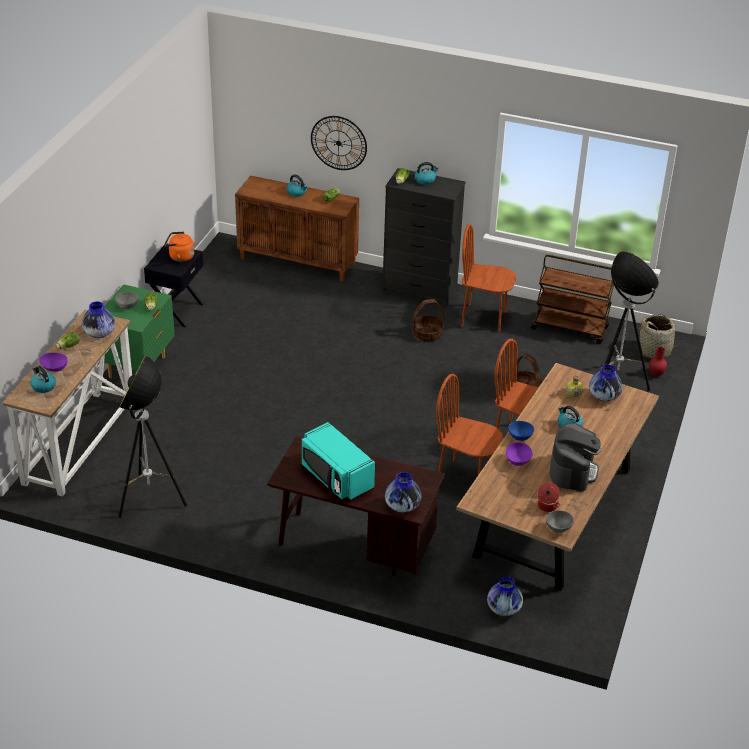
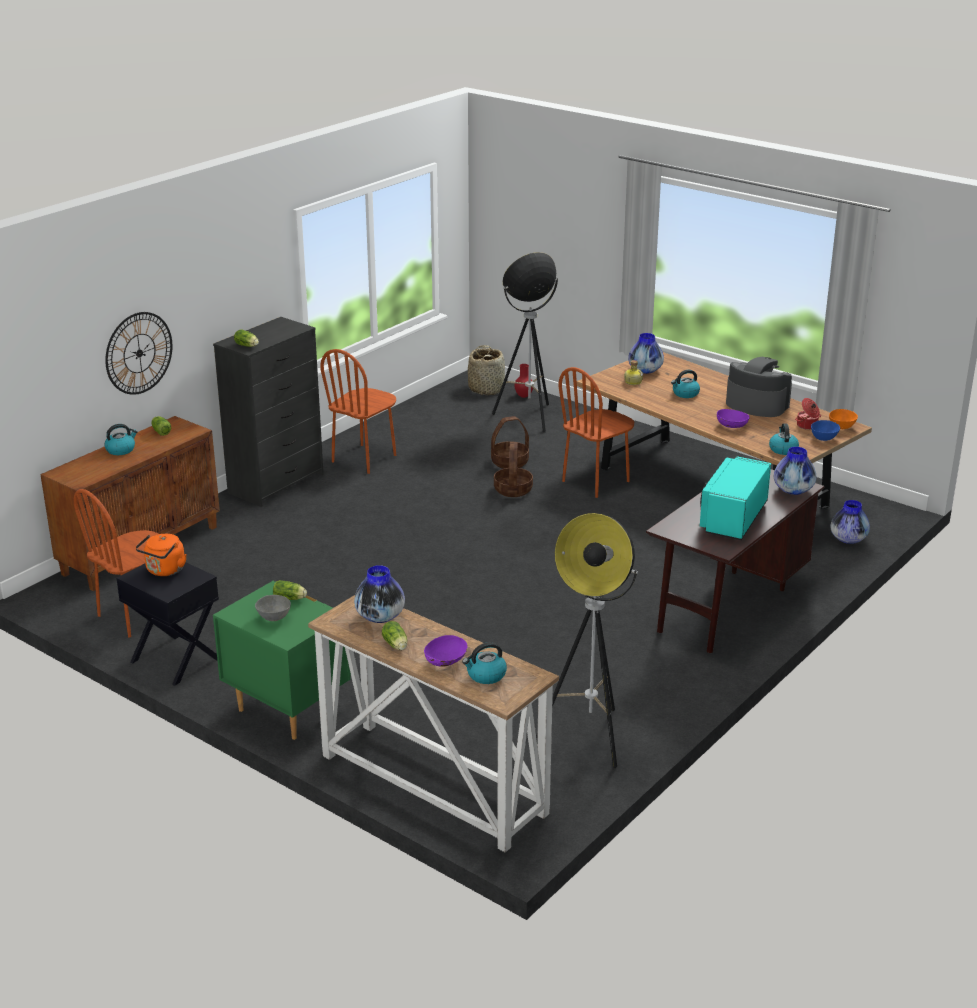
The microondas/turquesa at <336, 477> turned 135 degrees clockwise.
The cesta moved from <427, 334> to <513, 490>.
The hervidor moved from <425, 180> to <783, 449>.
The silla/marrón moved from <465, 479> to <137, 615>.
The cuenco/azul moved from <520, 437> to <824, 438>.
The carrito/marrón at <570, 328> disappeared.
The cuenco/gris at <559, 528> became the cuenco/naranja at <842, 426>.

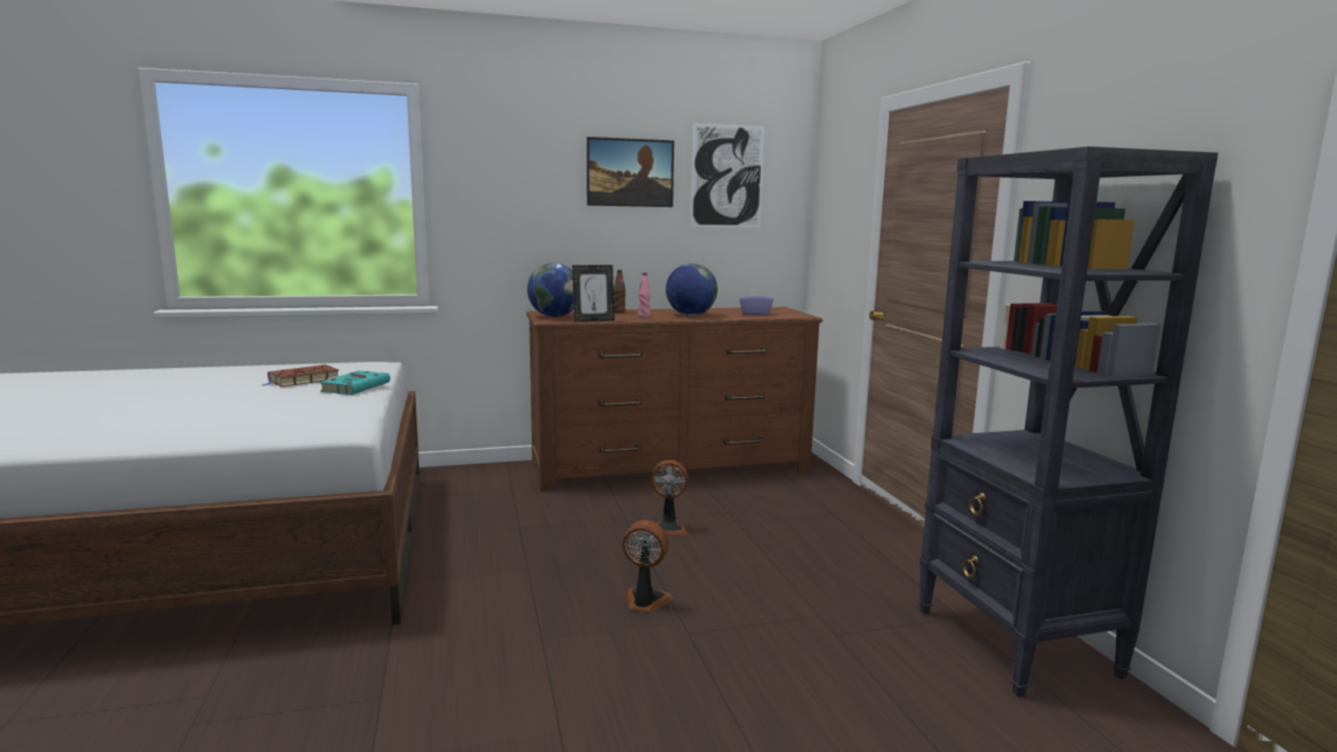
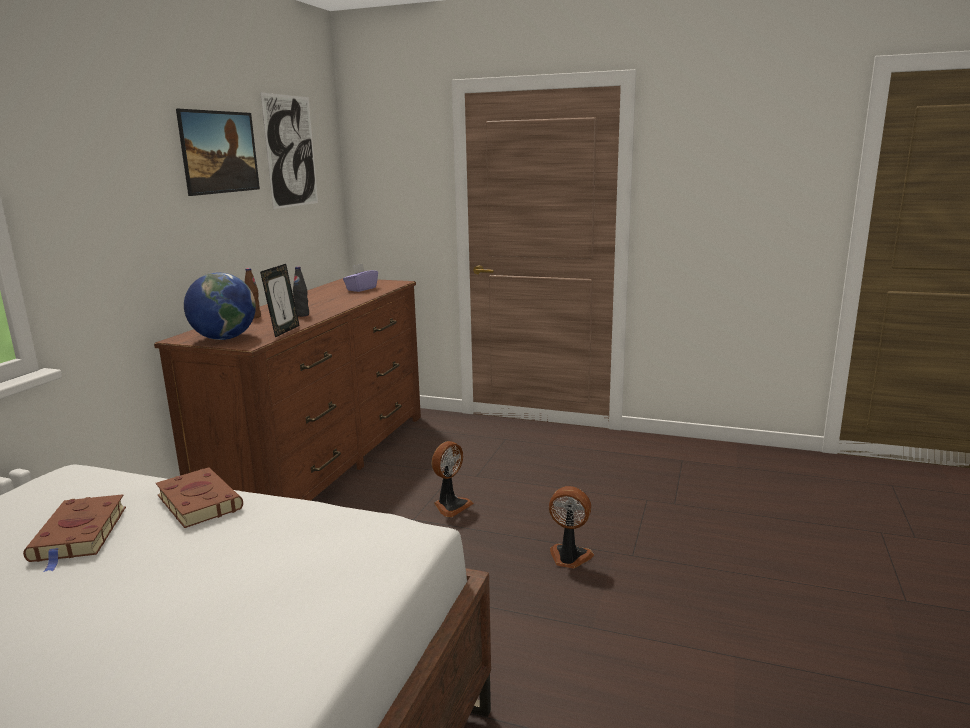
The libro/turquesa at <357, 387> became the libro/marrón at <197, 501>.
The ventilador at <645, 602> turned 60 degrees clockwise.
The botella/rosa at <644, 317> became the botella/negro at <302, 315>.
The globo terráqueo at <690, 315> disappeared.
The estantería/negro at <1016, 643> disappeared.

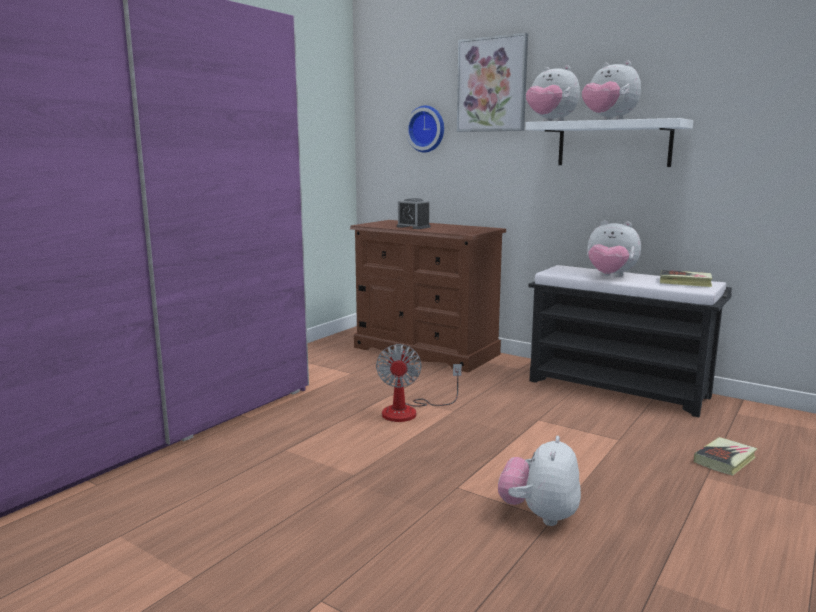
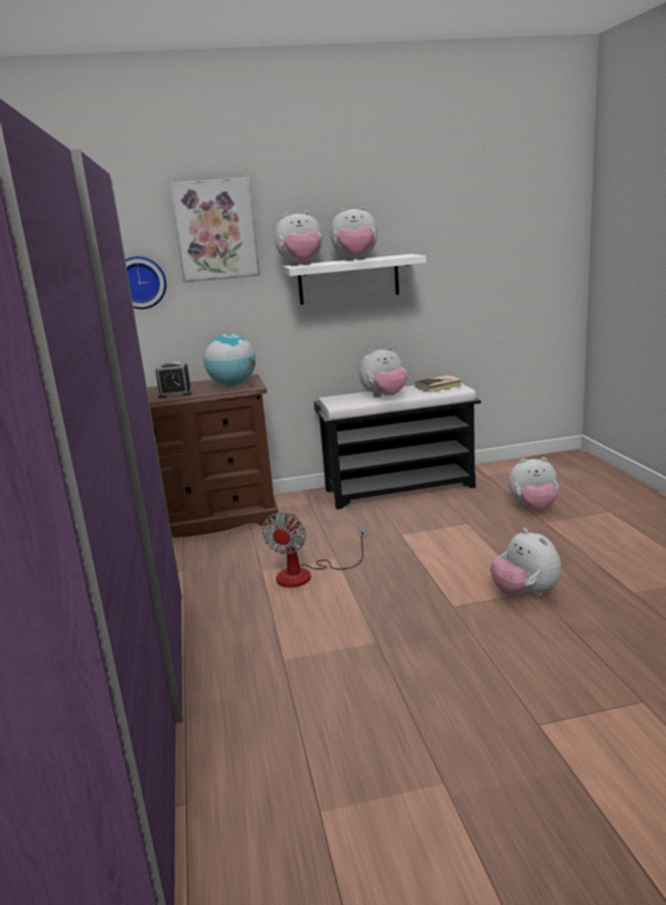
The ventilador at <410, 411> turned 60 degrees clockwise.
The libro at <725, 460> was replaced by the peluche at <534, 507>.
The globo terráqueo at <232, 385> appeared.

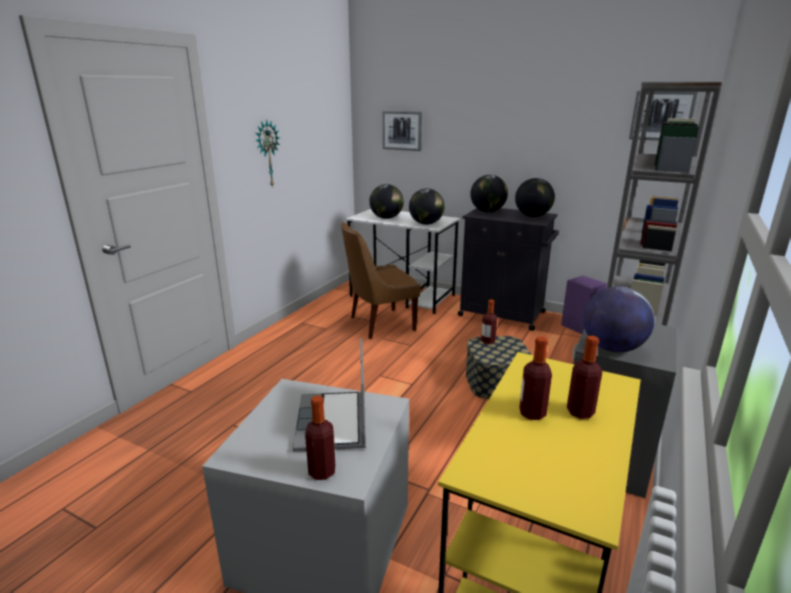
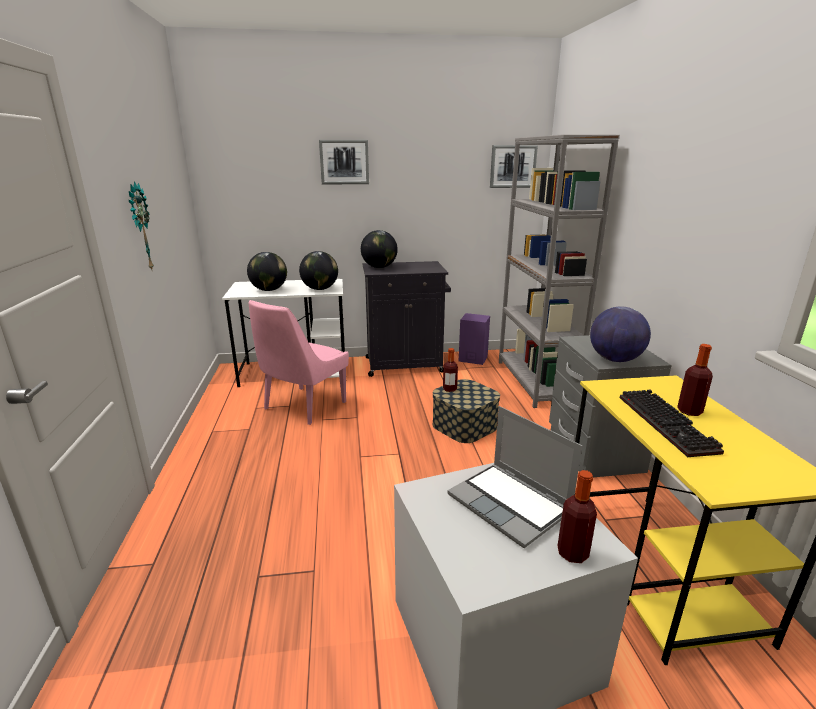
The silla/marrón at <379, 324> became the silla/rosa at <303, 406>.
The cuadro moved from <402, 130> to <344, 162>.
The globo terráqueo at <532, 216> disappeared.
The botella at <532, 413> was replaced by the teclado at <669, 424>.

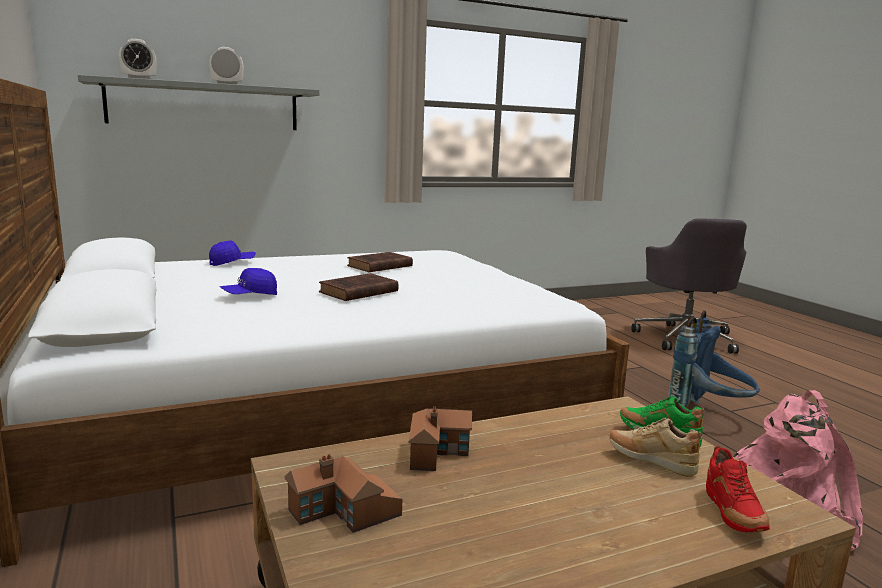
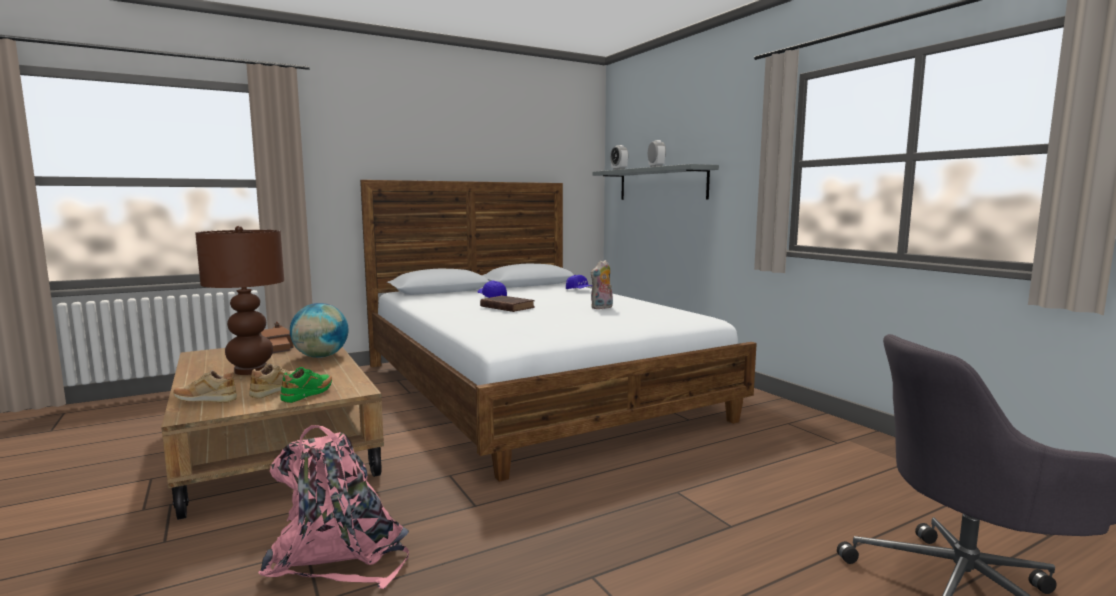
The libro/marrón at <378, 266> was replaced by the peluche at <602, 308>.
The casita at <439, 451> was replaced by the globo terráqueo at <321, 356>.
The mochila/azul at <708, 416> disappeared.
The zapato/rojo at <732, 515> became the zapato/beis at <206, 401>.
The lámpara de mesa/marrón at <250, 370> appeared.

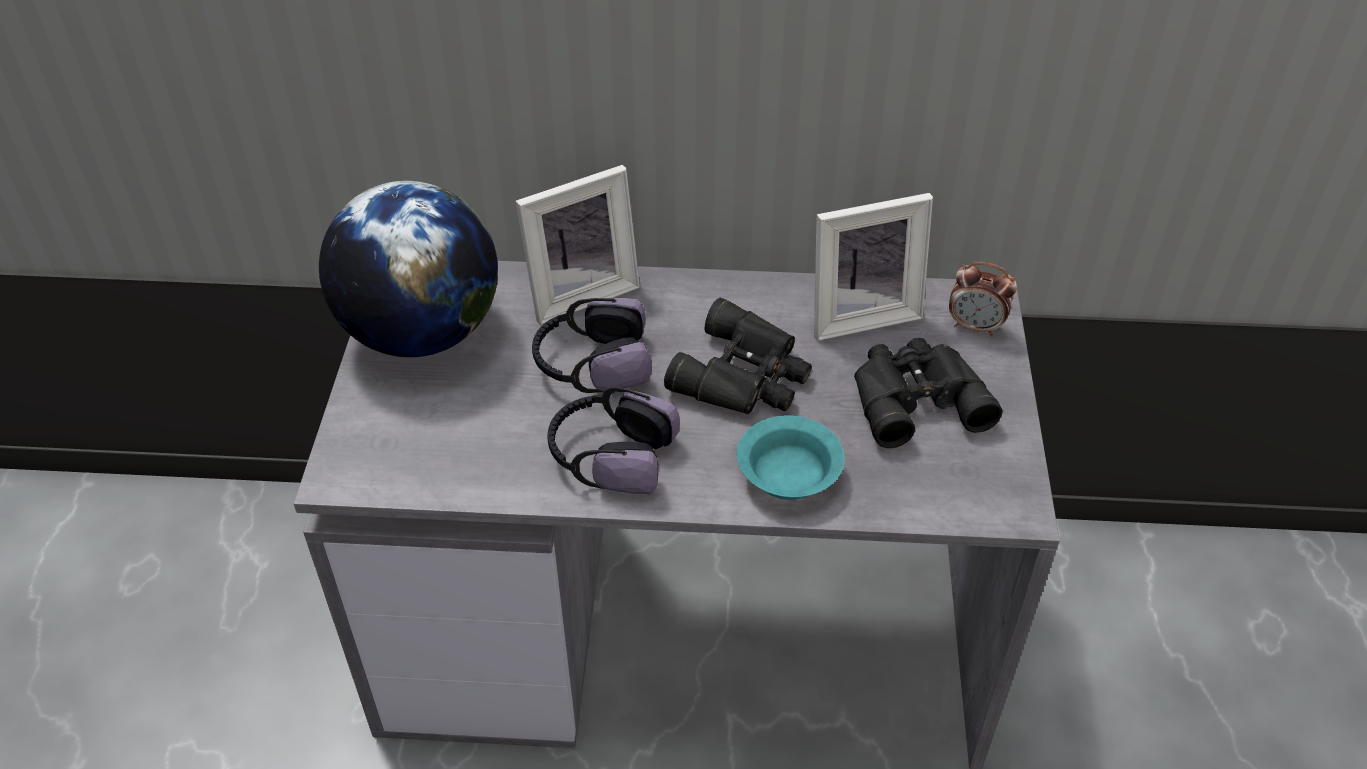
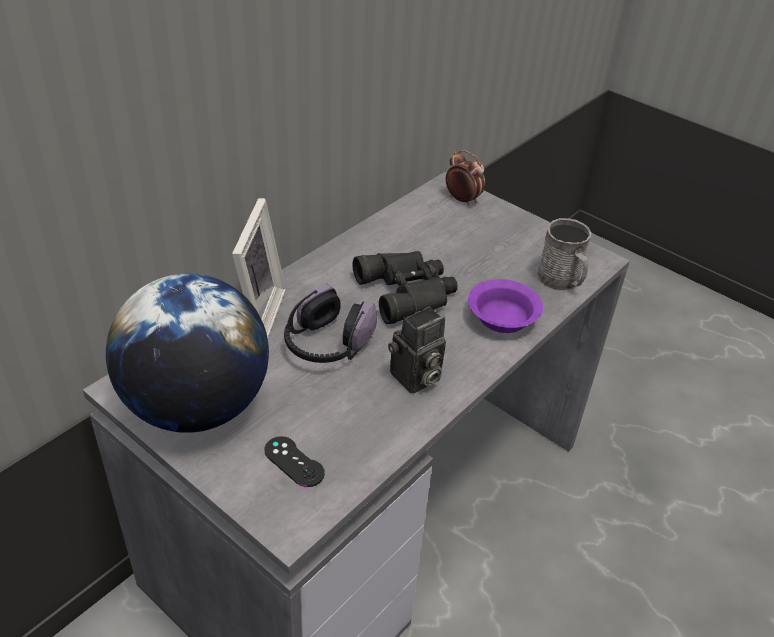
The auriculares at <610, 456> was replaced by the cámara at <415, 379>.
The cuenco/turquesa at <788, 473> became the cuenco/morado at <501, 318>.
The portarretratos at <860, 313> disappeared.
The prismáticos/negro at <914, 397> disappeared.
The despertador at <975, 326> turned 105 degrees counterclockwise.
The mando de consola/negro at <294, 461> appeared.
The taza grande/gris at <562, 281> appeared.

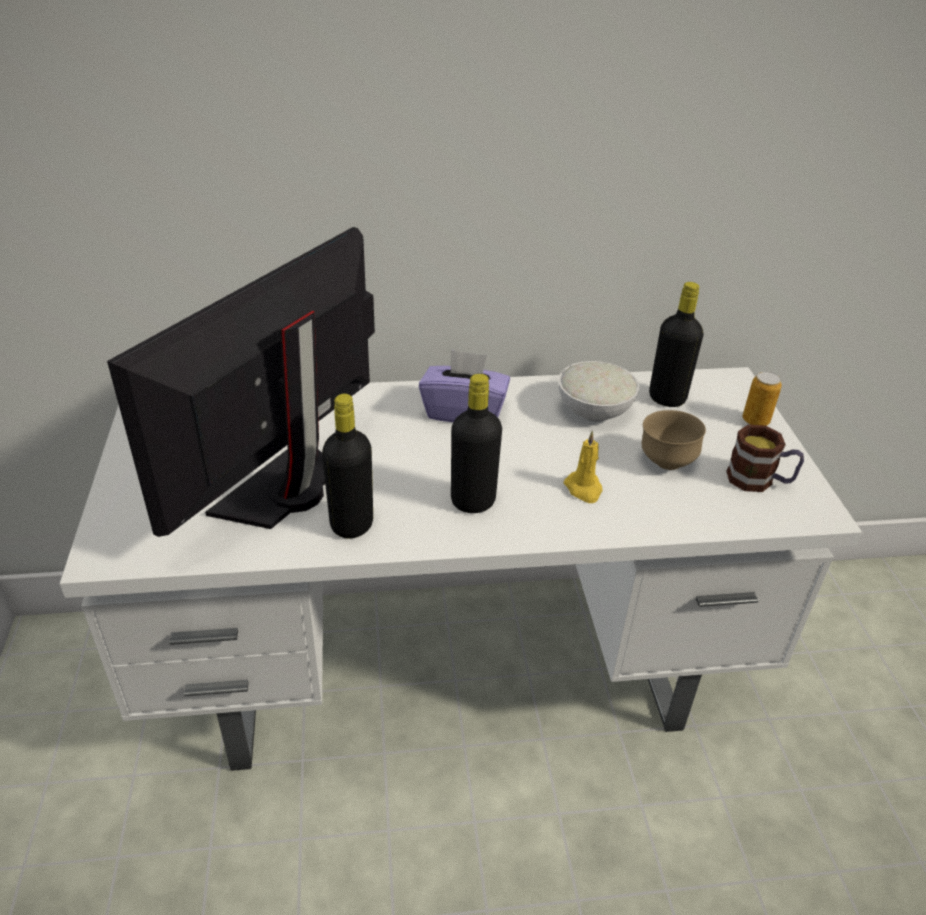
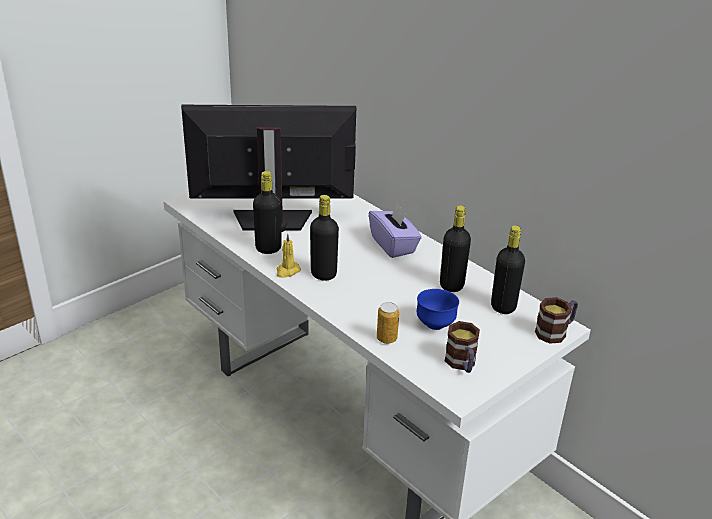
The cuenco/blanco at <594, 411> was replaced by the botella/negro at <451, 285>.
The vela/amarillo moved from <584, 489> to <287, 271>.
The cuenco/marrón at <666, 462> became the cuenco/azul at <435, 324>.
The lata moved from <755, 421> to <386, 338>.
The taza grande at <555, 331> appeared.

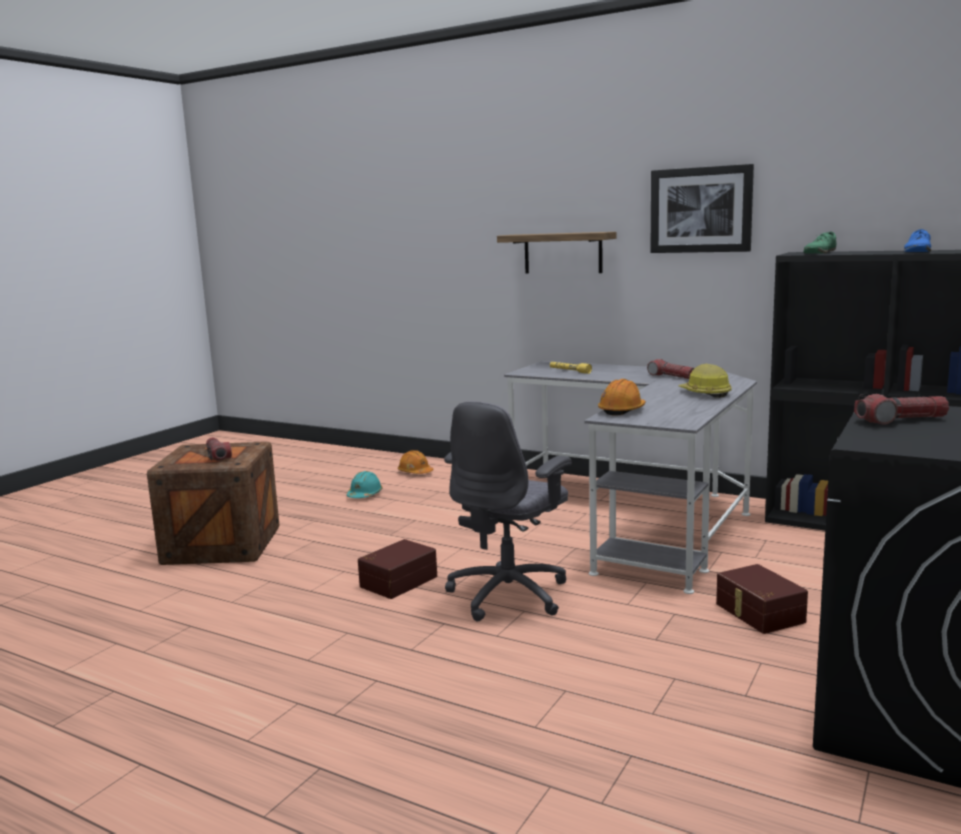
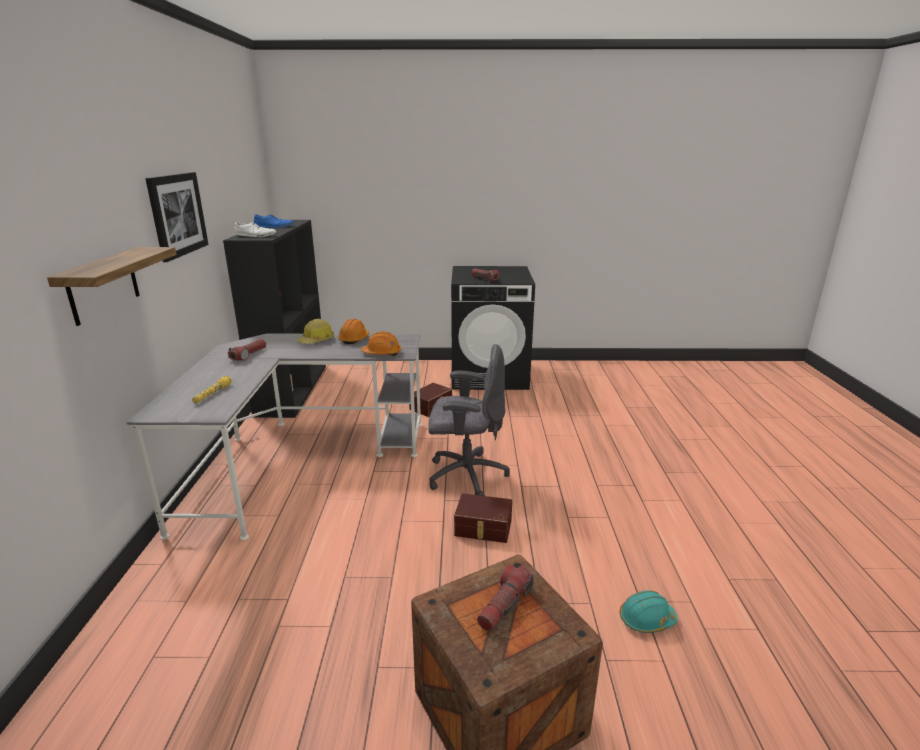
The casco/turquesa moved from <365, 495> to <646, 620>.
The casco/naranja moved from <415, 472> to <354, 339>.
The zapato/verde at <820, 252> became the zapato/blanco at <255, 236>.

